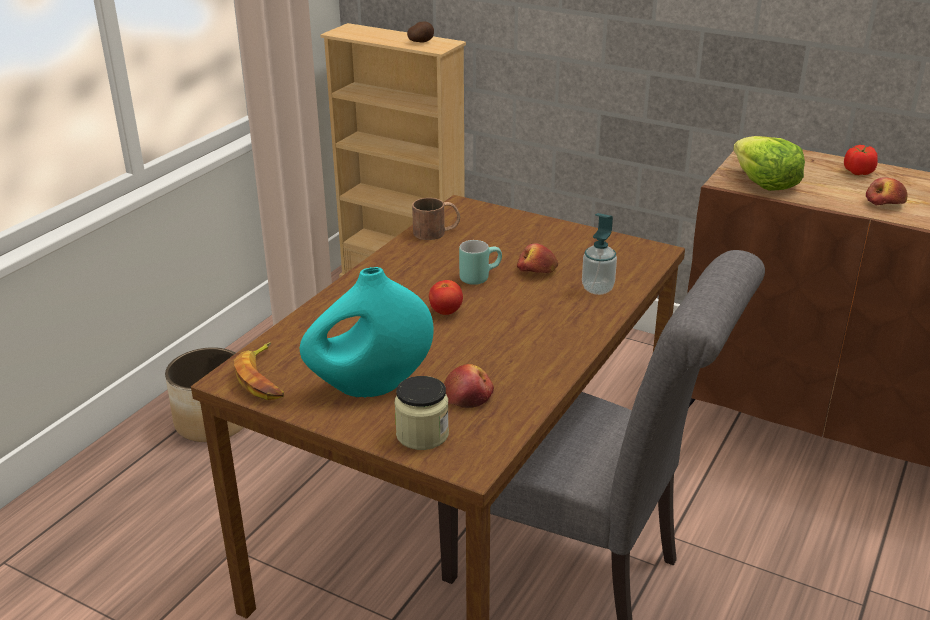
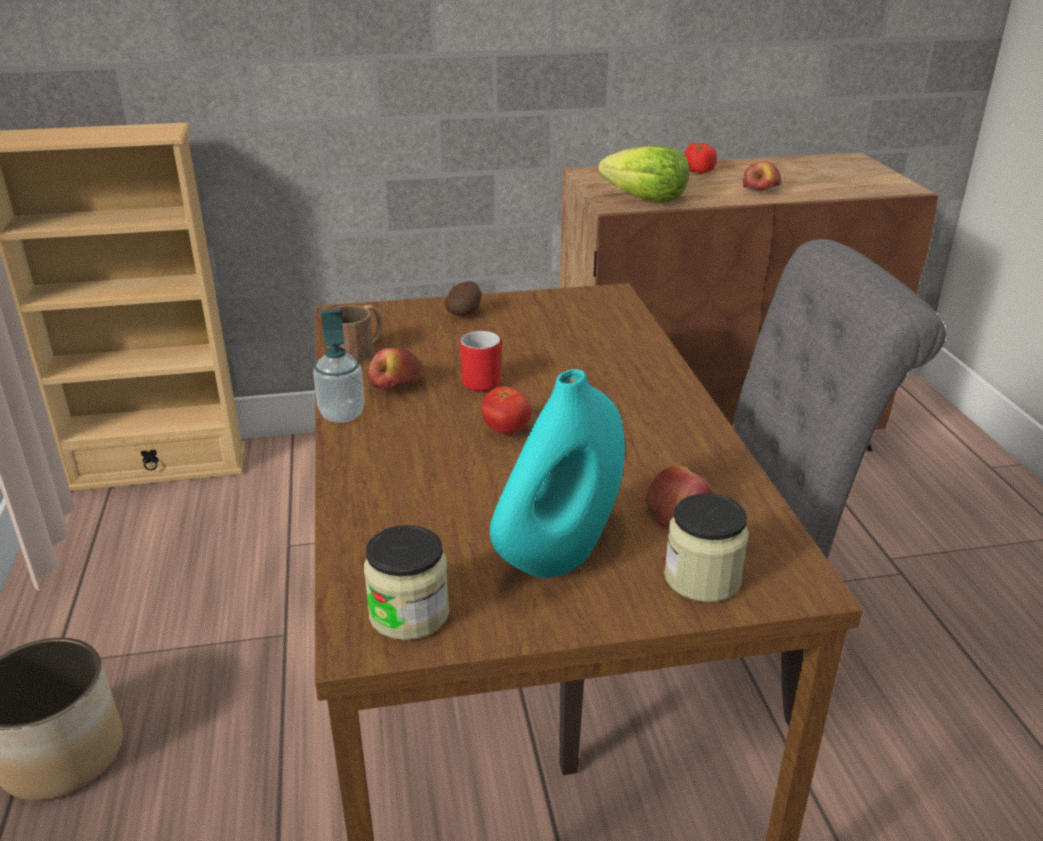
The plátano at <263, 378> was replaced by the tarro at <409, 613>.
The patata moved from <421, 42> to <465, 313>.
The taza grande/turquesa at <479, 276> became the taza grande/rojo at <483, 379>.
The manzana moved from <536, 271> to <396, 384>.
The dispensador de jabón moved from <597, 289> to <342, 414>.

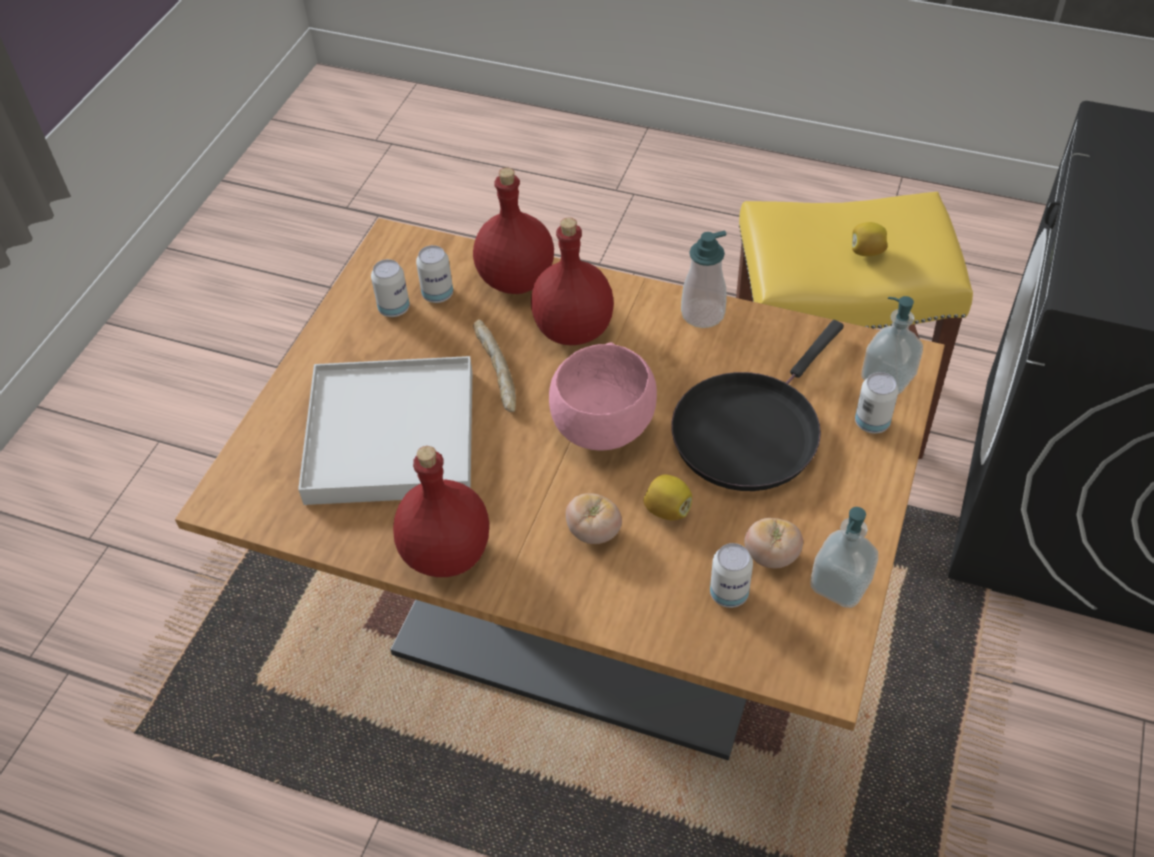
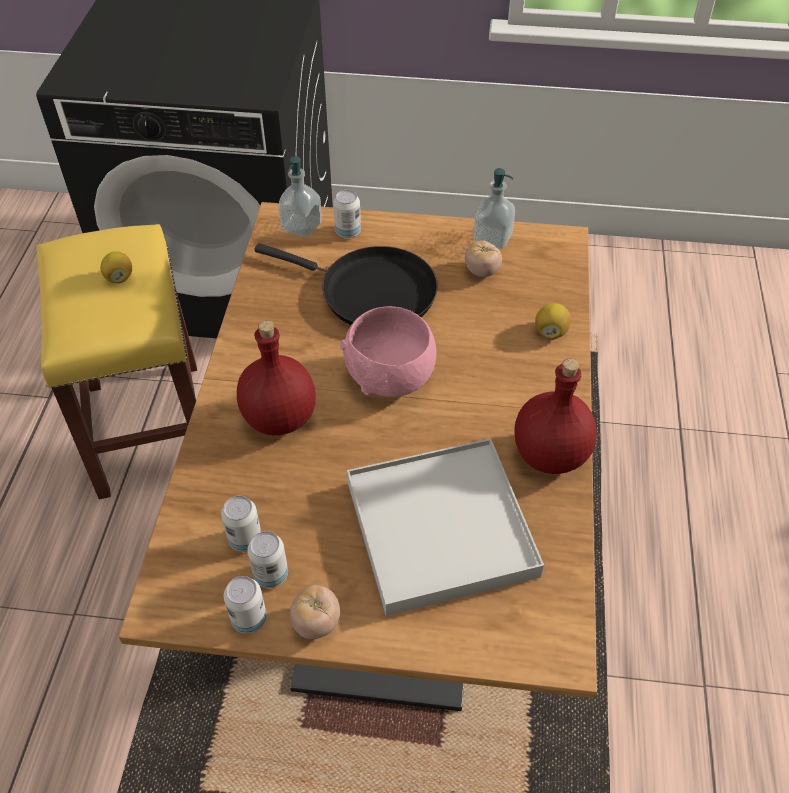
The botella/rojo at <517, 280> disappeared.
The pan at <495, 374> disappeared.
The tomate moved from <594, 532> to <316, 622>.
The limón moved from <667, 509> to <550, 332>.
The dispensador de jabón at <702, 314> disappeared.
The lata moved from <729, 593> to <249, 619>.

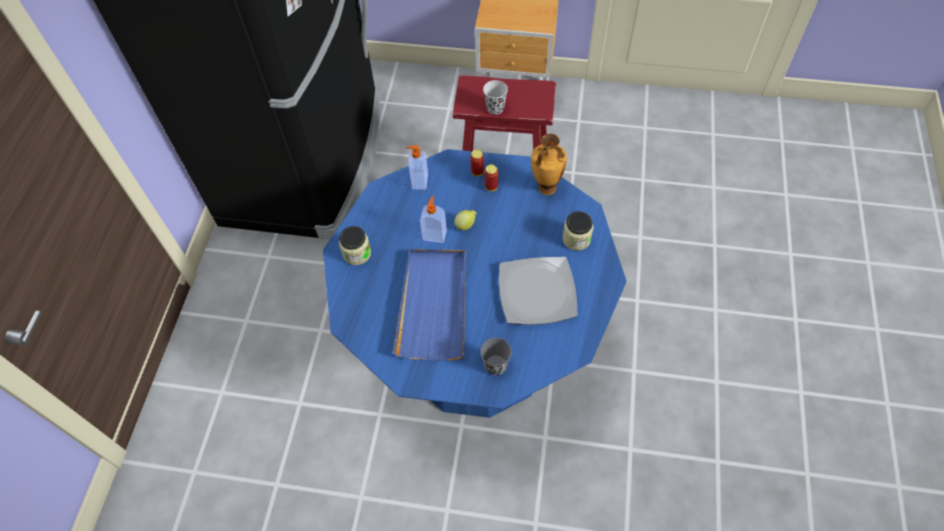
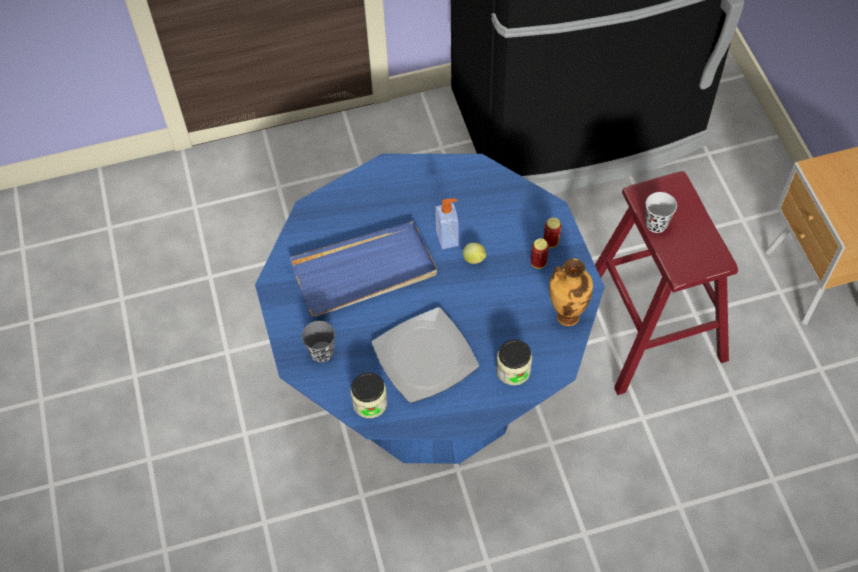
The tarro moved from <357, 253> to <370, 403>.
The dispensador de jabón at <419, 181> disappeared.

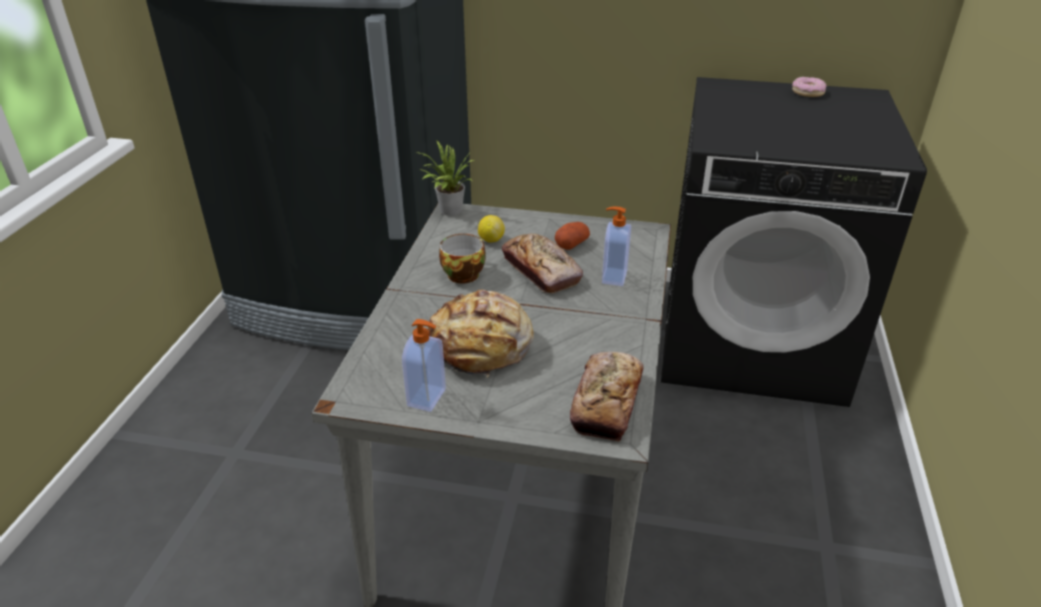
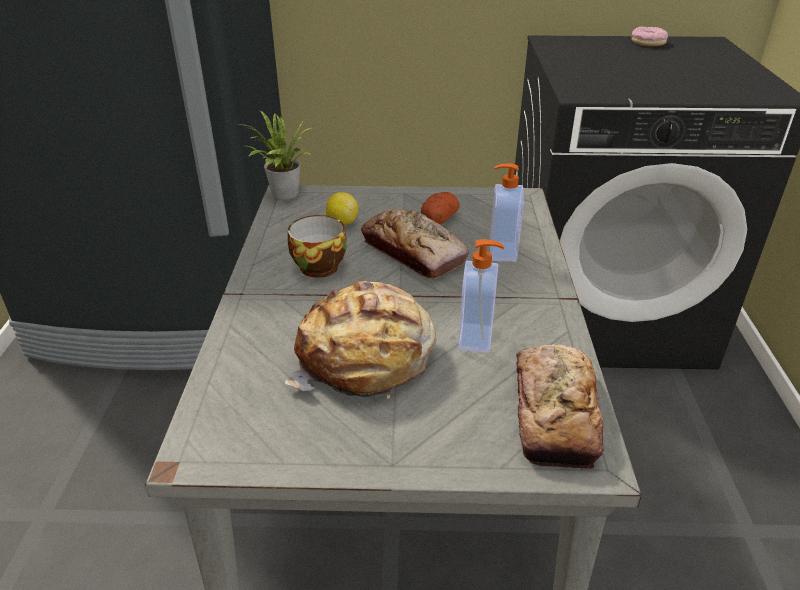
The dispensador de jabón moved from <428, 398> to <477, 338>.

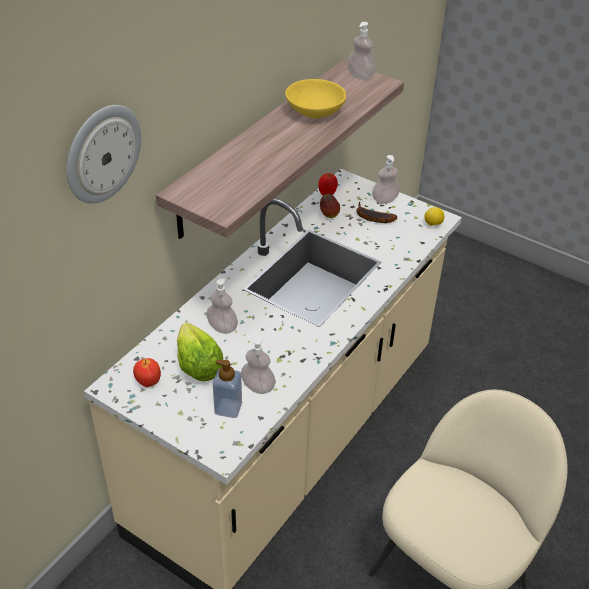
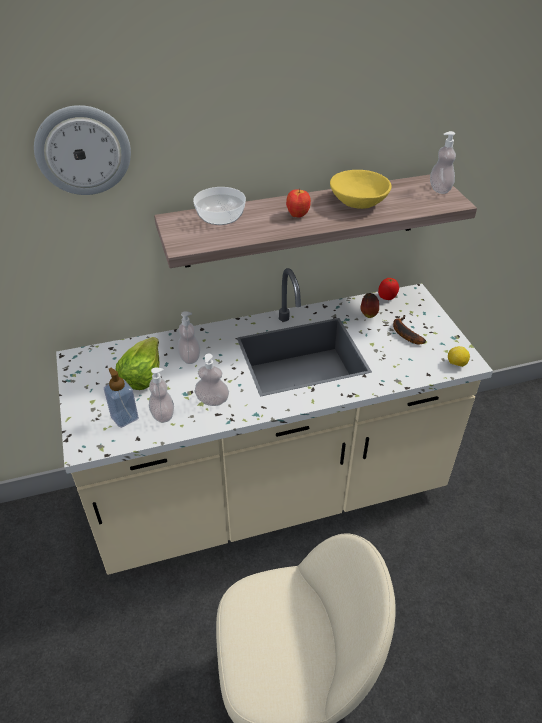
The manzana moved from <148, 382> to <297, 215>.
The dispensador de jabón moved from <385, 200> to <212, 400>.
The cuenco at <220, 217> appeared.

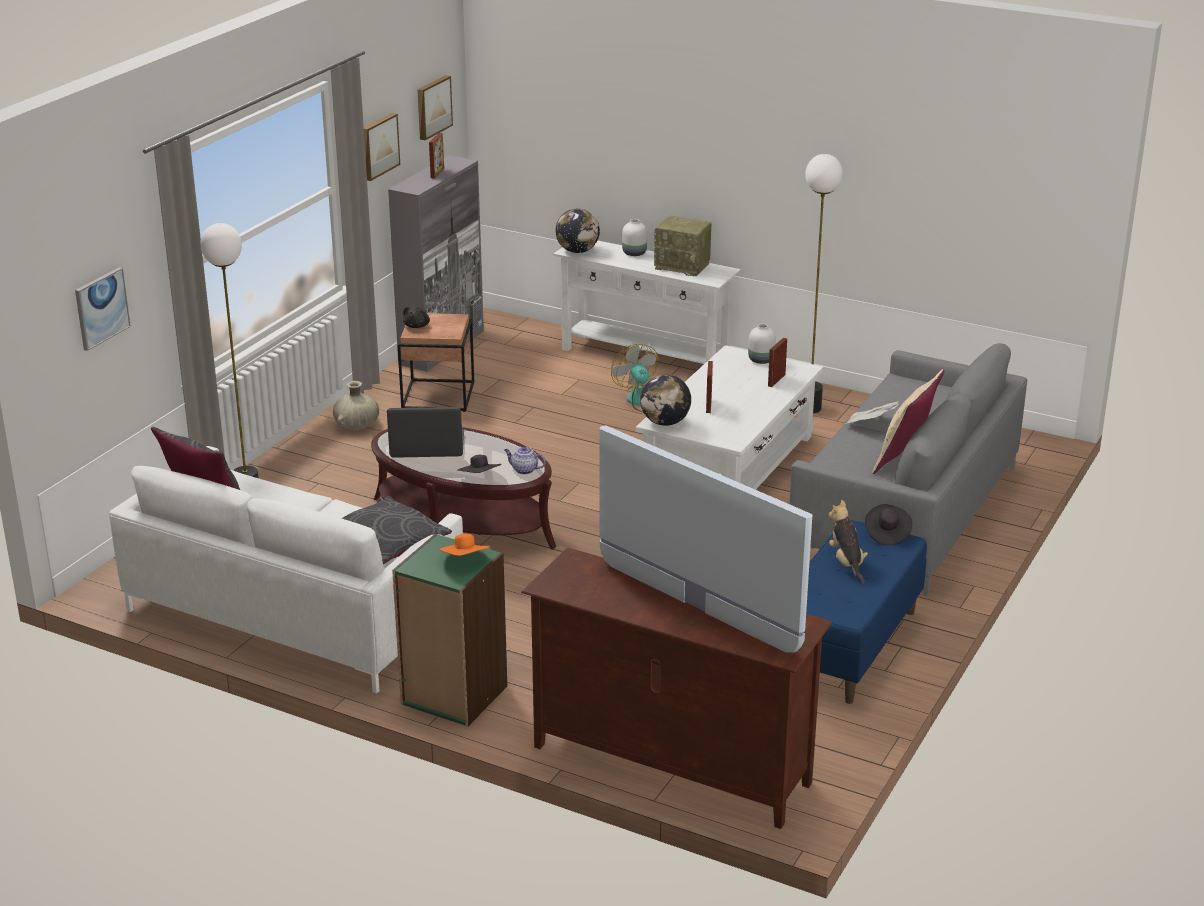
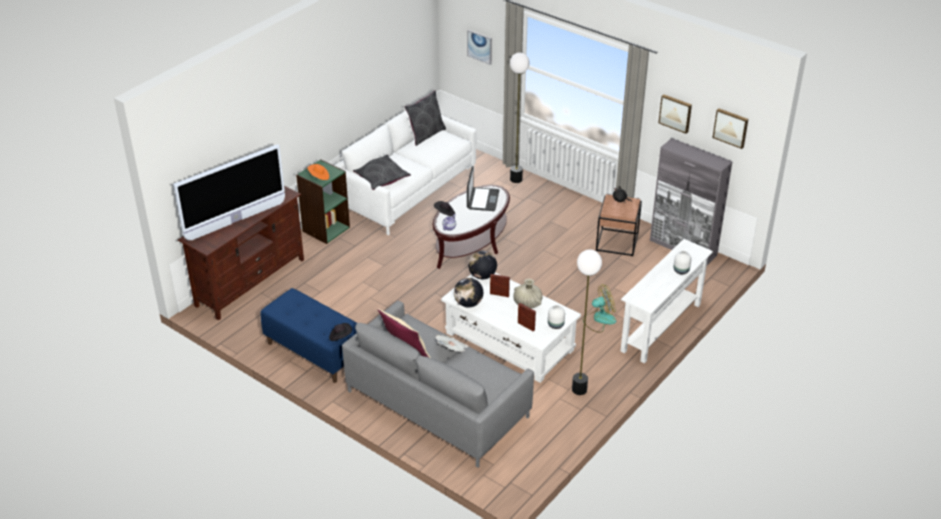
The florero/beis moved from <356, 425> to <527, 303>.
The portarretratos at <437, 173> disappeared.
The globo terráqueo moved from <577, 251> to <468, 303>.
The radio at <683, 266> disappeared.
The peluche at <846, 563> disappeared.

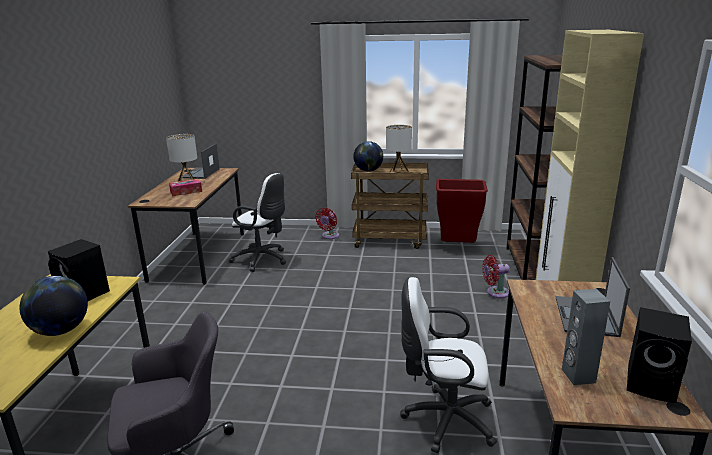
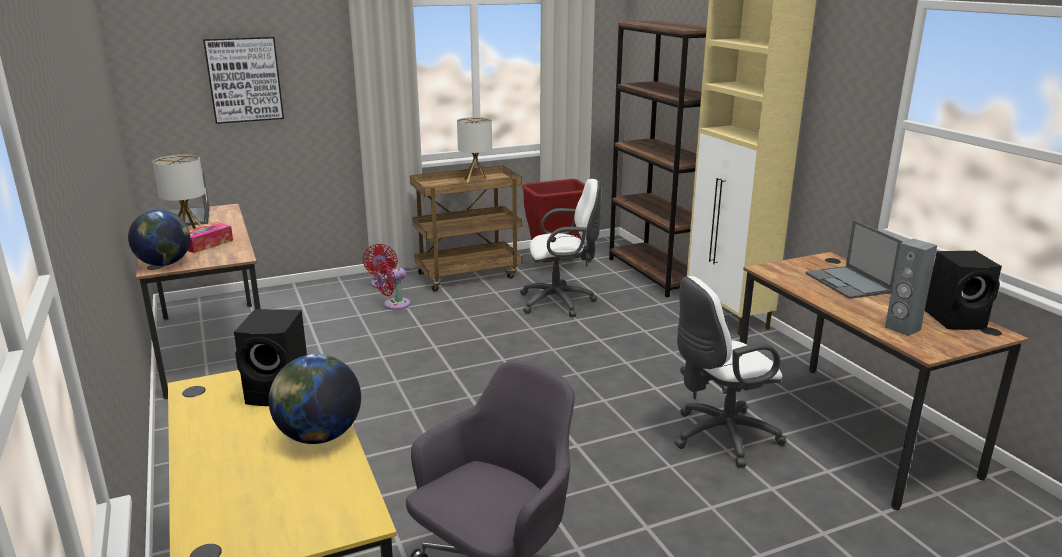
The silla de oficina/blanco moved from <263, 260> to <561, 302>.
The globo terráqueo moved from <368, 170> to <165, 264>.
The ventilador/rojo moved from <495, 292> to <394, 305>.
The cuadro at <244, 79> appeared.

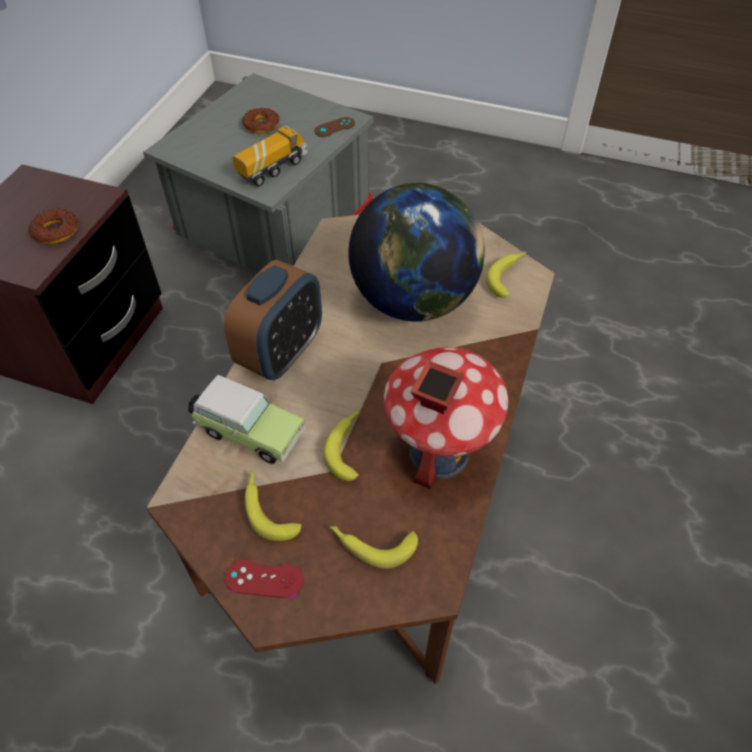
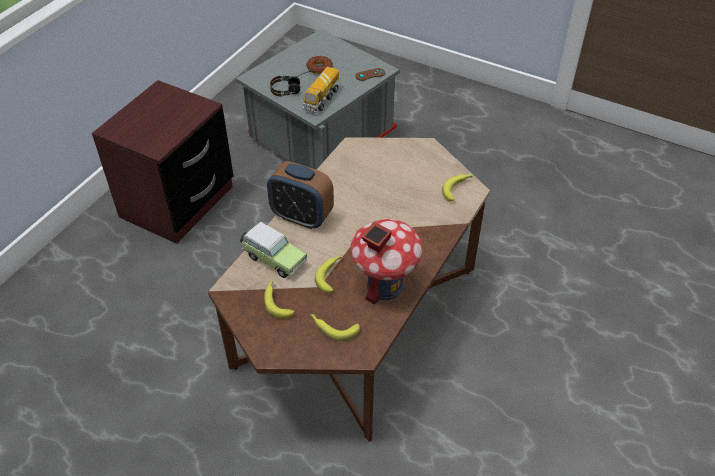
The rosquilla at <56, 231> disappeared.
The despertador at <281, 353> turned 75 degrees clockwise.
The mando de consola/rojo at <264, 579> disappeared.
The camión de juguete at <273, 169> turned 150 degrees clockwise.
The globo terráqueo at <413, 301> disappeared.
The auriculares at <293, 88> appeared.

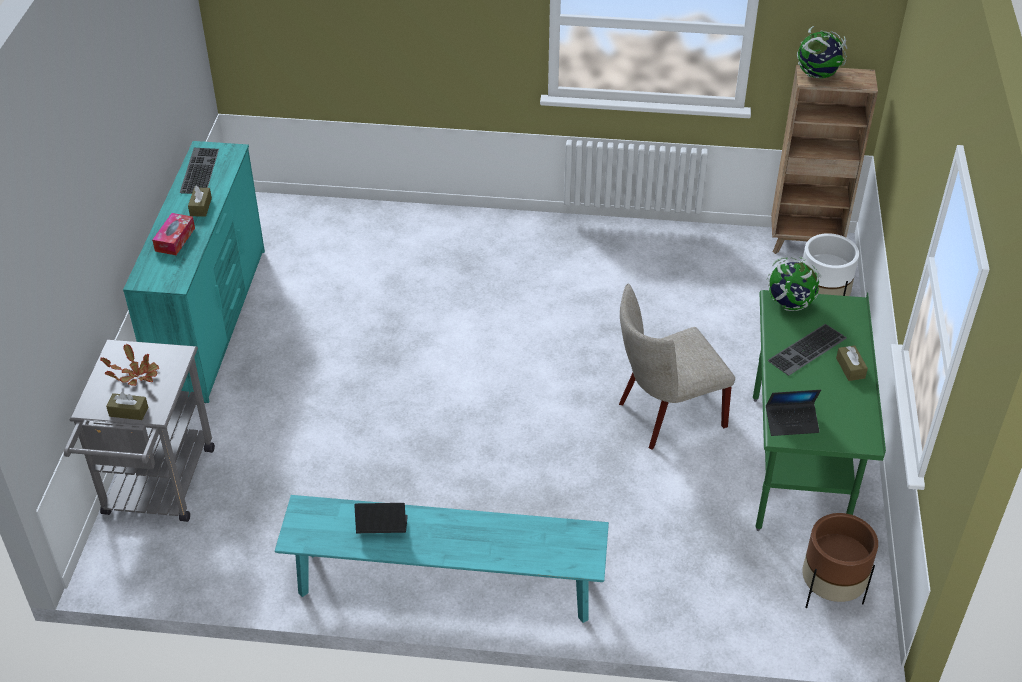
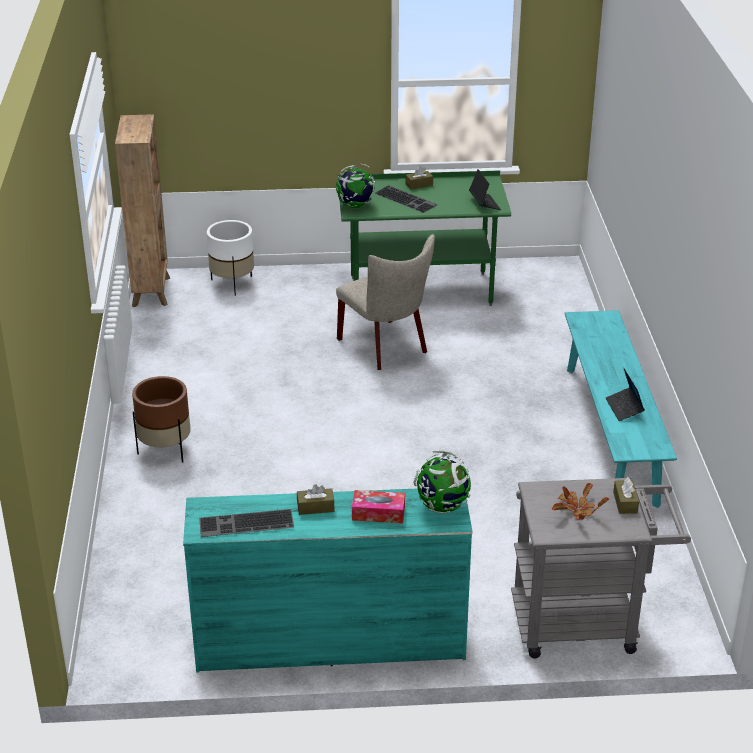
The globo terráqueo moved from <817, 75> to <442, 506>.
The maceta/marrón moved from <830, 592> to <165, 450>.

